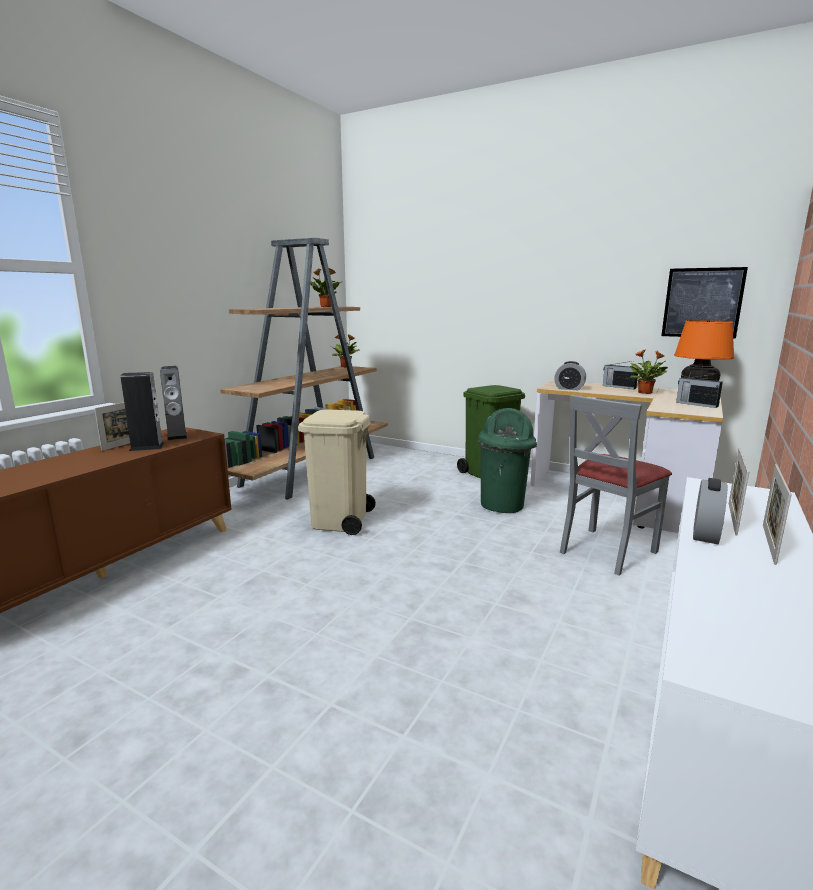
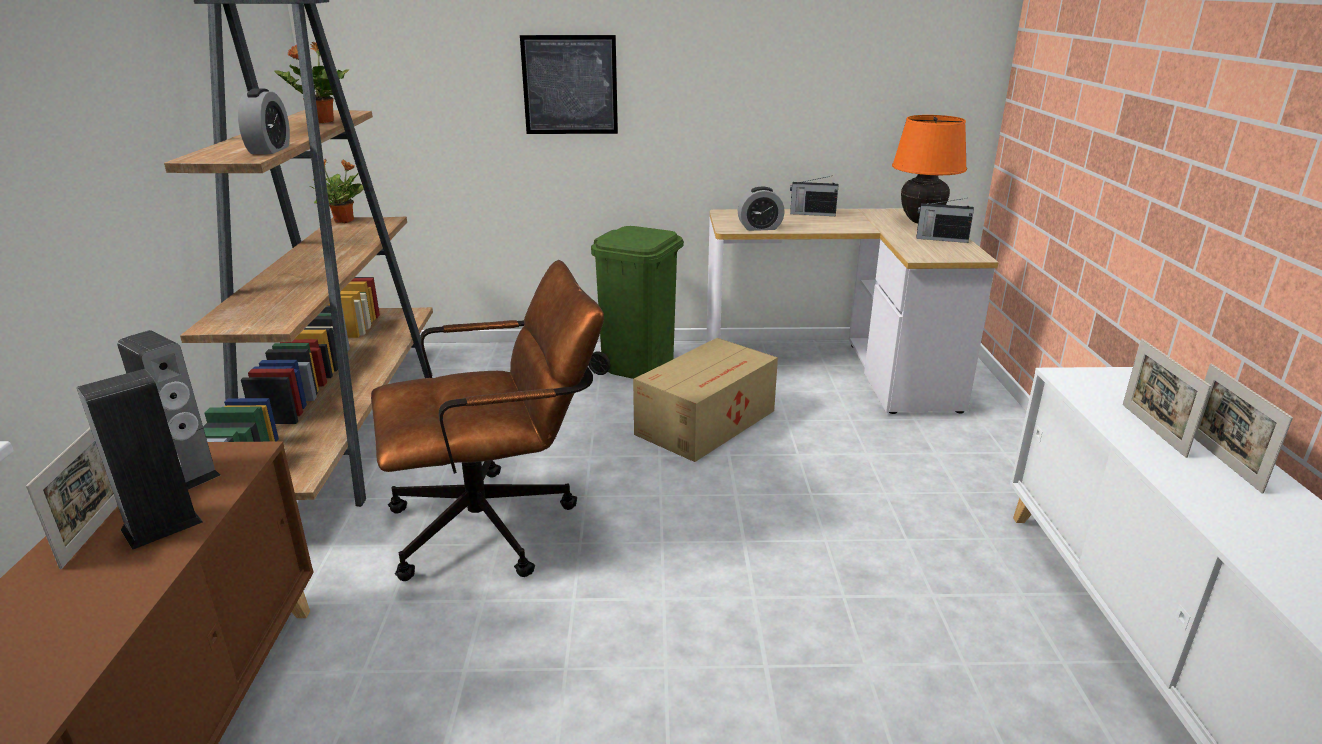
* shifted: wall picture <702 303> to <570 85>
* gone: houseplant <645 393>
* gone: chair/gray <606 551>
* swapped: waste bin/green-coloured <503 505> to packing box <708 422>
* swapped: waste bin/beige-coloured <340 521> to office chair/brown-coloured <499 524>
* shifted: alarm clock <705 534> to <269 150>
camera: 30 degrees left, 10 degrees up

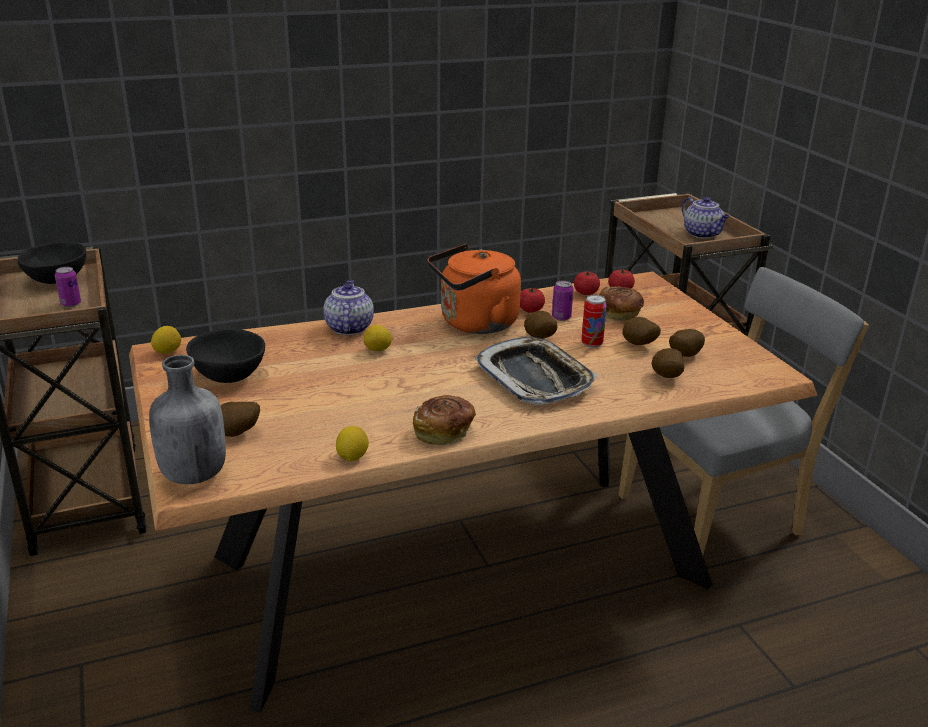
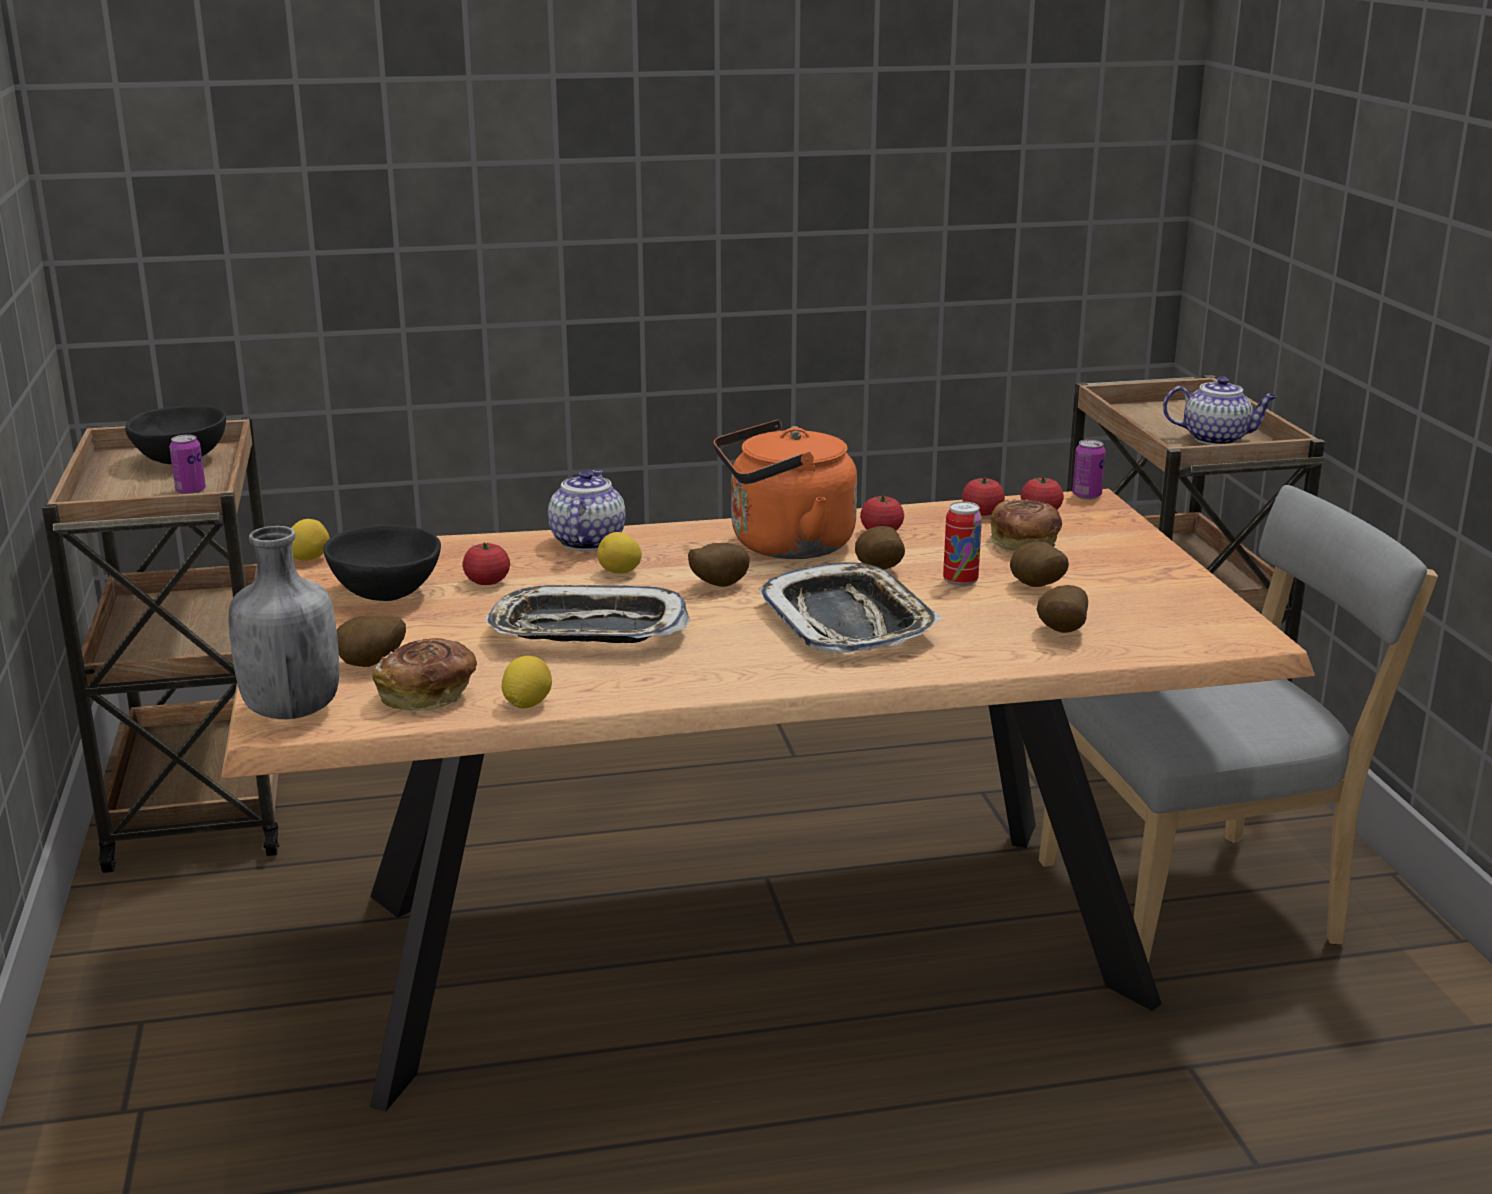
* rotated: tea pot <703 234> = <1217 439> 60 degrees counterclockwise
* shifted: can <561 317> to <1086 495>
* shifted: whole potato <683 356> to <717 585>
* shifted: baked bread <444 432> to <428 696>
* new: fresh tomato <487 582>
* new: carrying tray <587 630>
camera: 10 degrees right, 5 degrees down

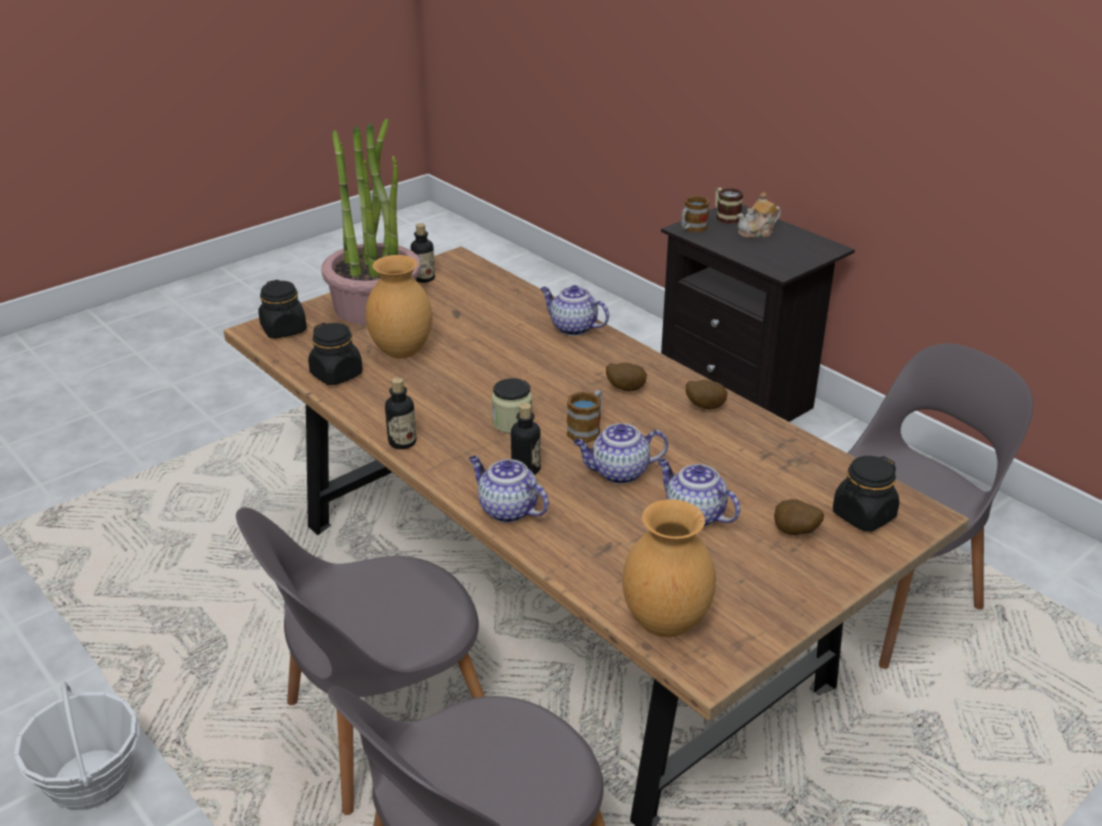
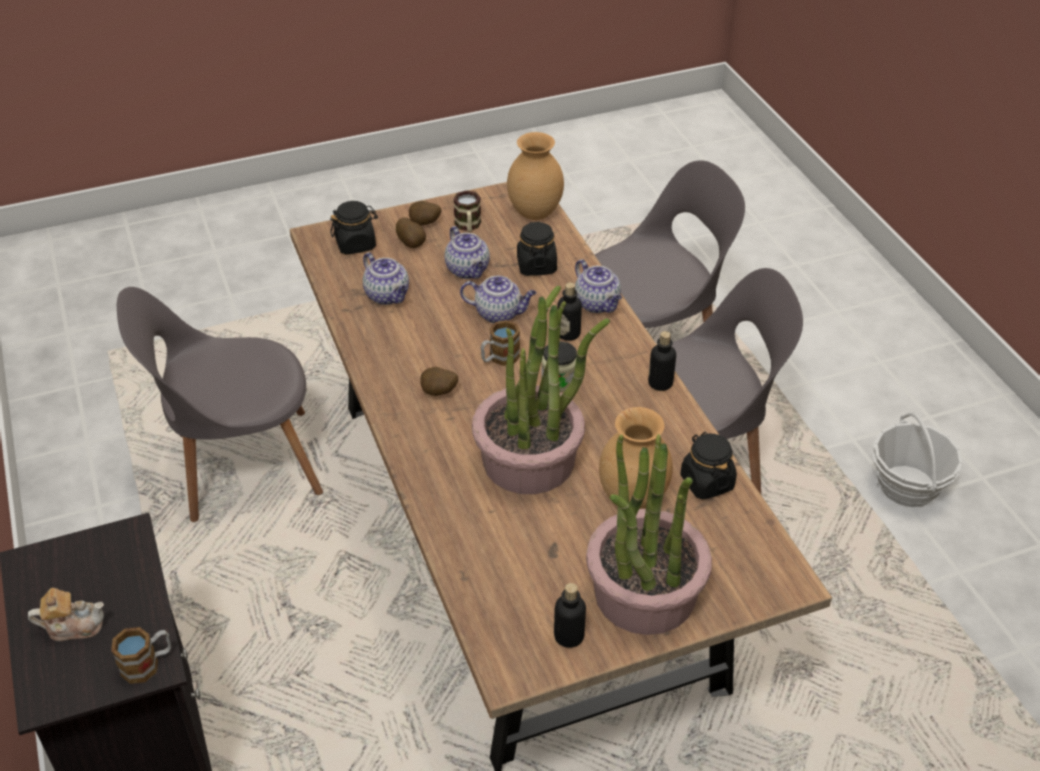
* shifted: tea mug <725 216> to <468 226>
* shifted: jar/black-coloured <284 329> to <536 265>
* shifted: tea pot <572 328> to <388 296>
* shifted: whole potato <704 406> to <424 224>
* new: houseplant <529 460>
camera: 160 degrees left, 10 degrees up

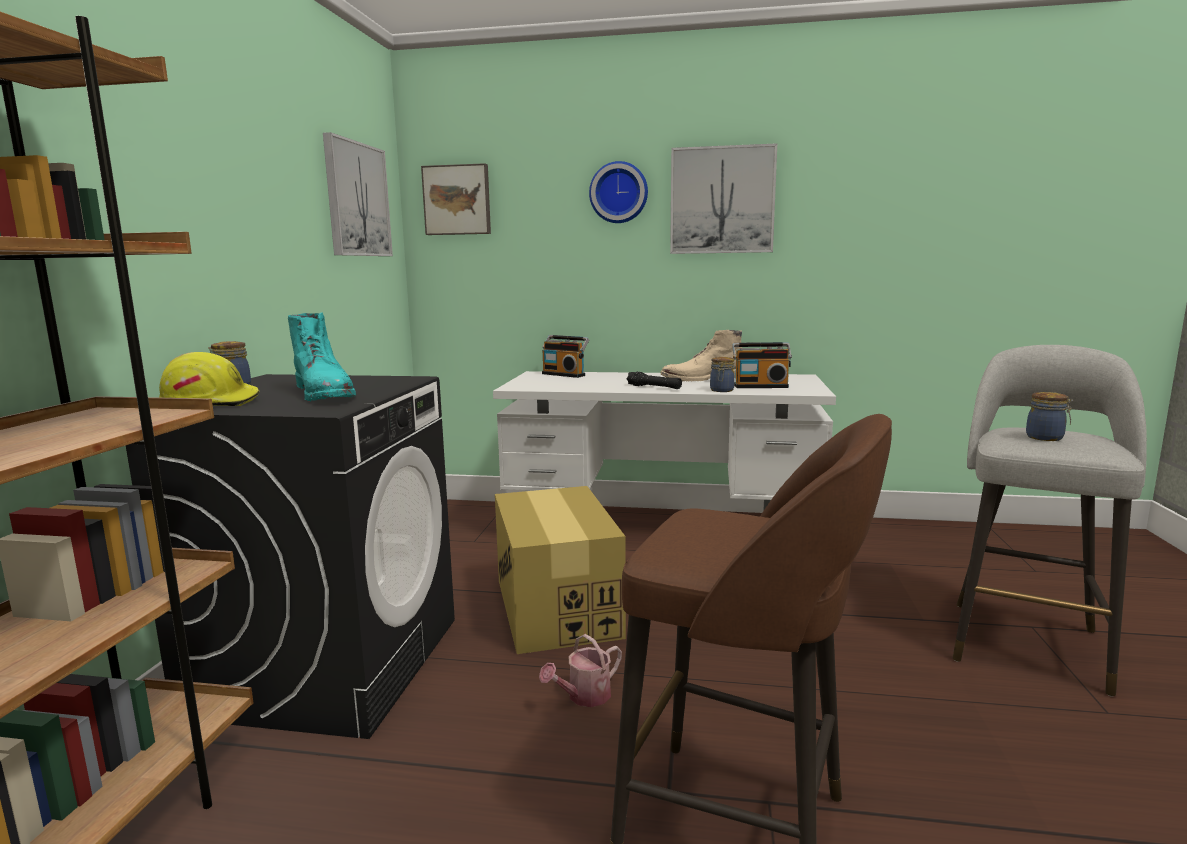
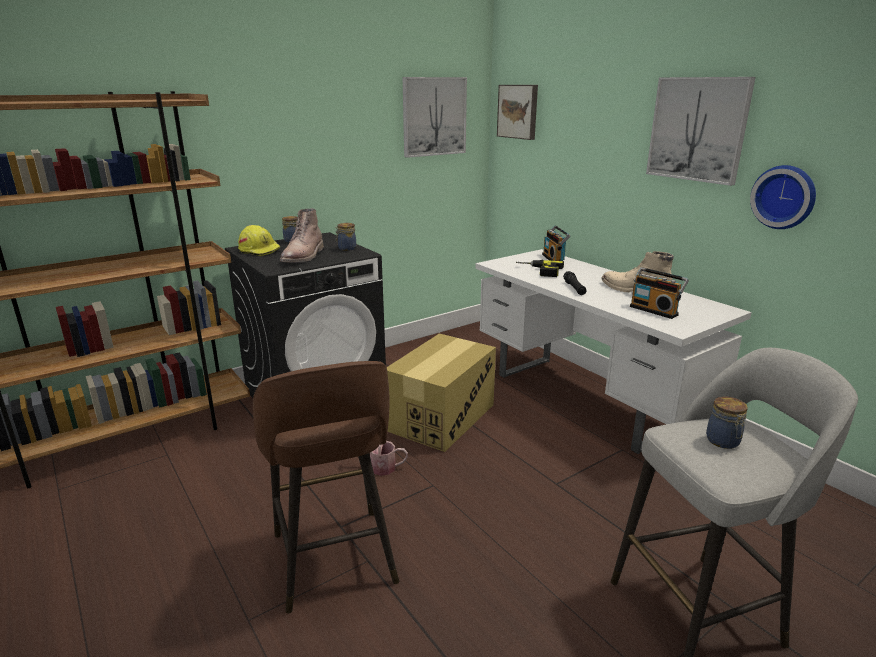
* shifted: wall clock <619 193> to <784 197>
* repainted: tall boot/turquoise <326 394> to tall boot/brown-coloured <304 256>
* shifted: jar <721 390> to <346 248>
* new: electric drill <538 271>
camera: 45 degrees right, 10 degrees up

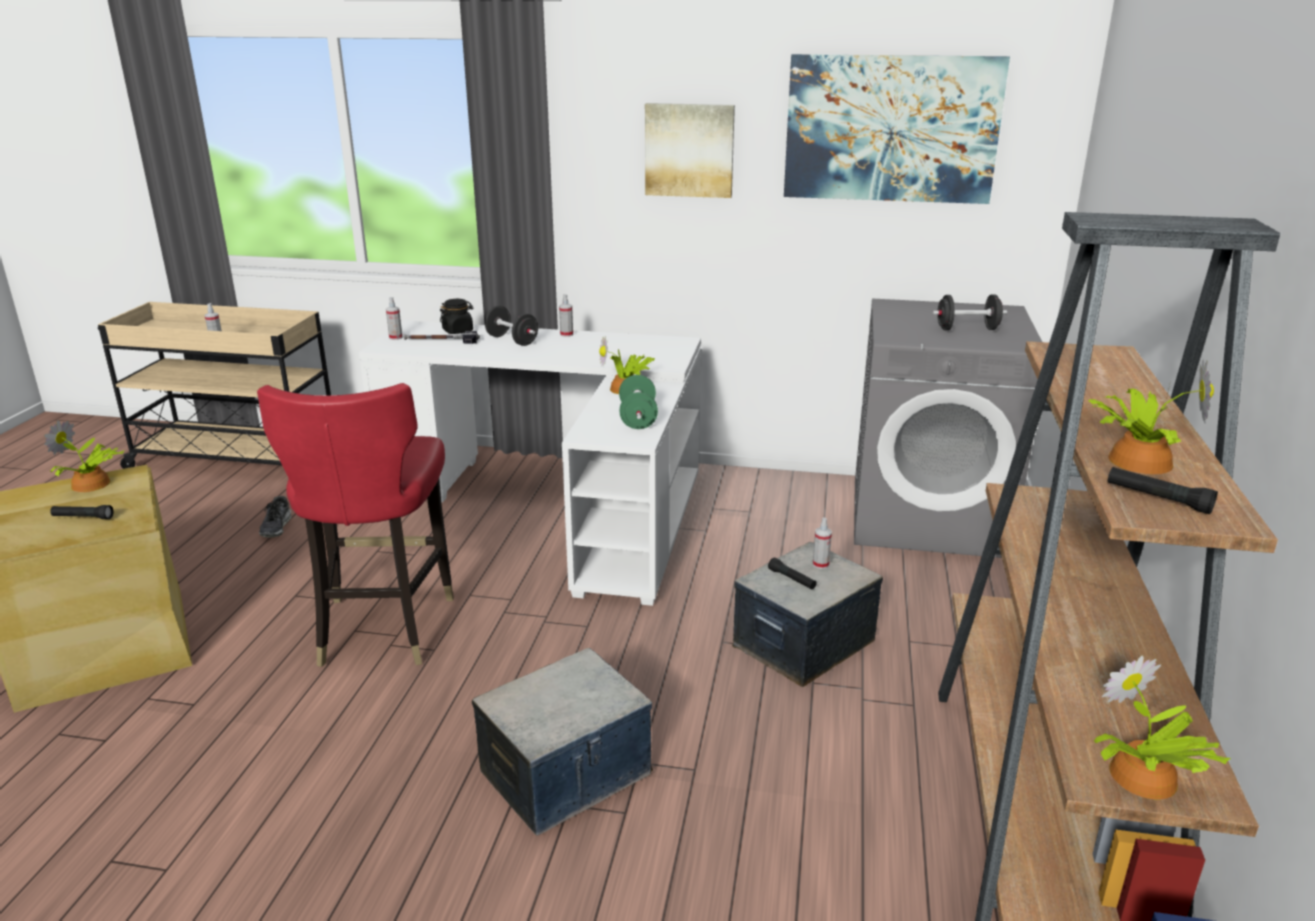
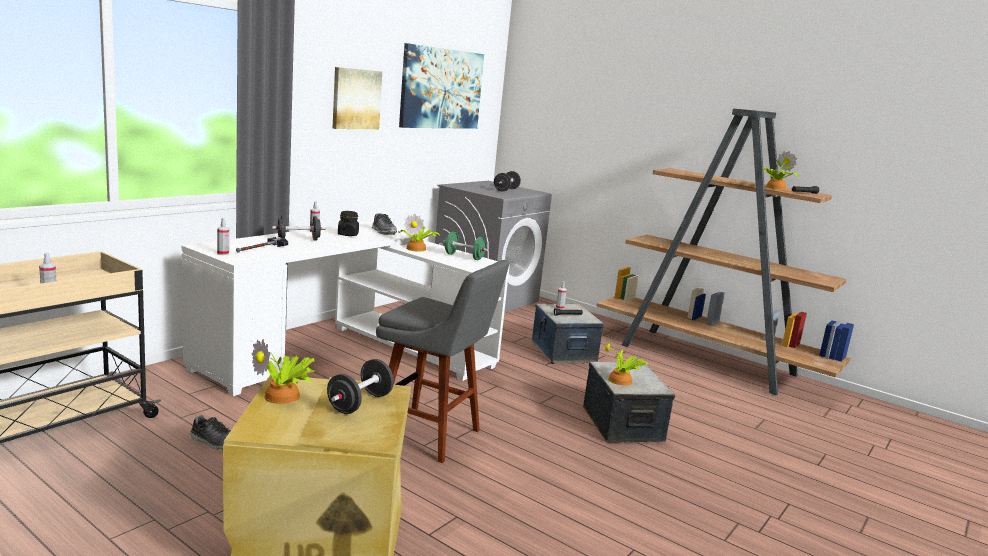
* shifted: jar/black-coloured <458 331> to <348 234>
* swapped: chair/red-coloured <382 628> to stool seat/gray <432 436>
* swapped: flashlight/black-coloured <83 517> to free weight/black-coloured <360 403>
* shifted: houseplant <1143 779> to <621 381>
* new: shoe <384 232>
camera: 65 degrees left, 10 degrees down

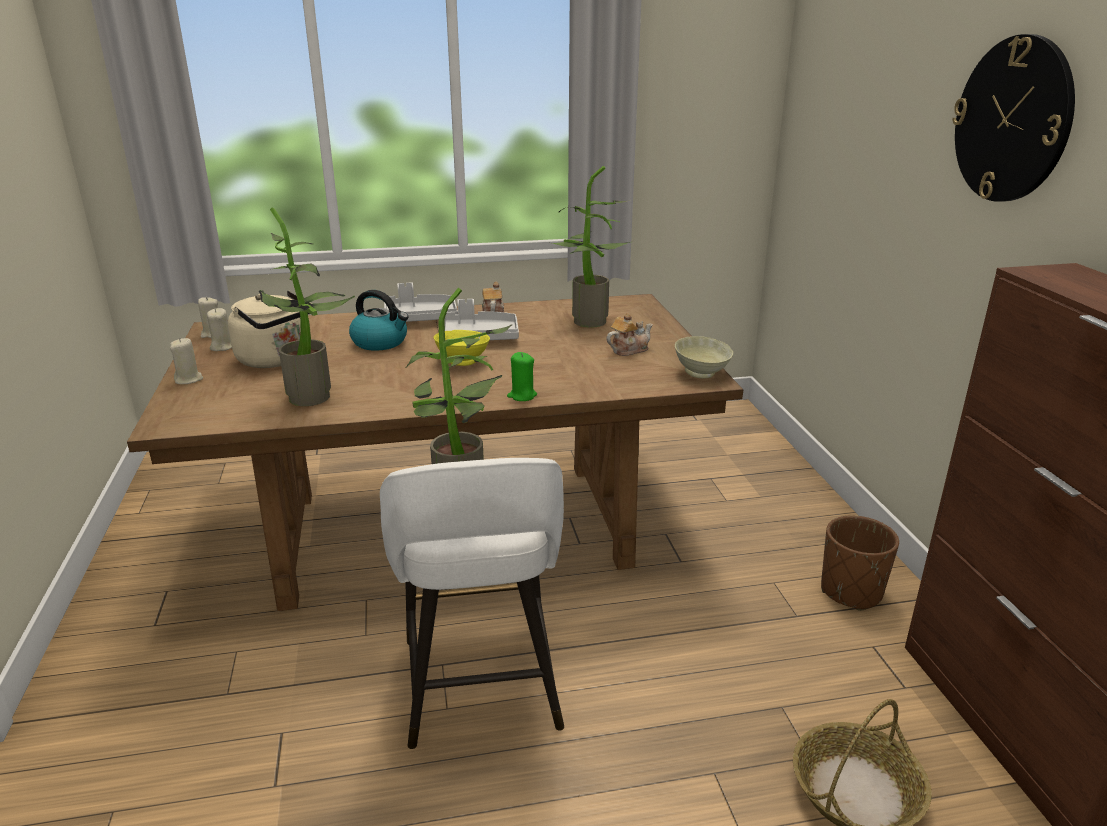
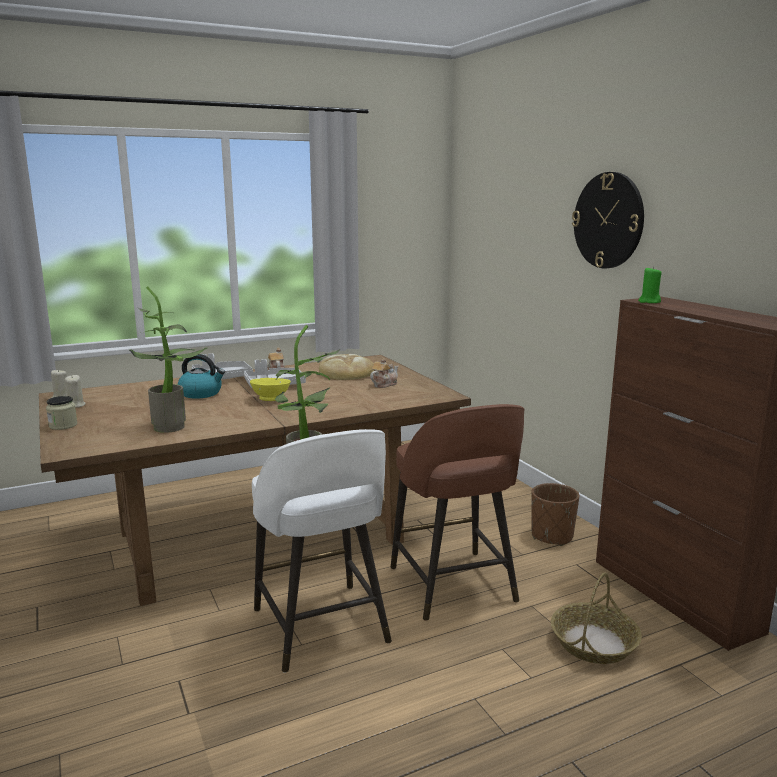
* swapped: houseplant <587 323> to baked bread <346 373>
* gone: water kettle/beige-coloured <276 360>
* gone: serving bowl/beige-coloured <701 374>
* swapped: wax light/beige-coloured <189 379> to jar <63 425>
* shifted: wax light/green-coloured <522 396> to <649 302>
* new: stool seat/brown-coloured <454 586>
camera: 15 degrees left, 10 degrees down

